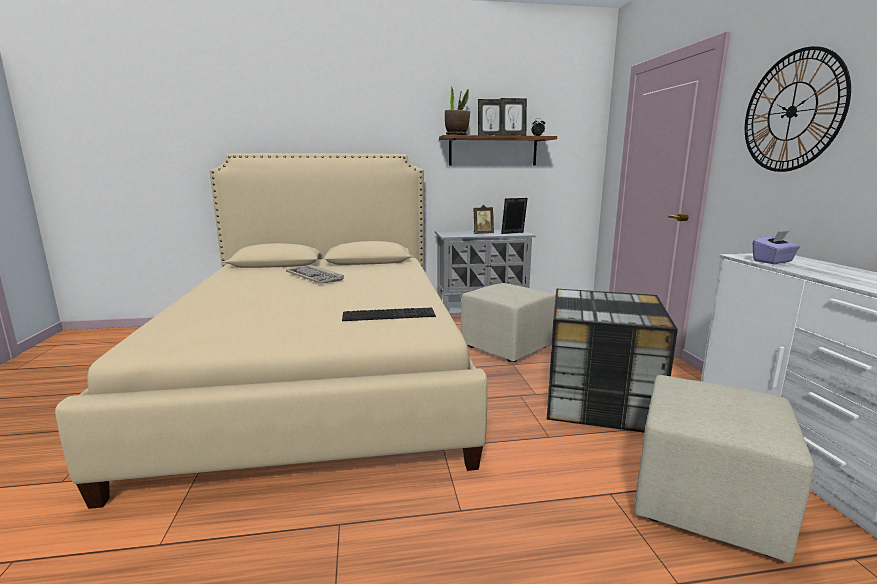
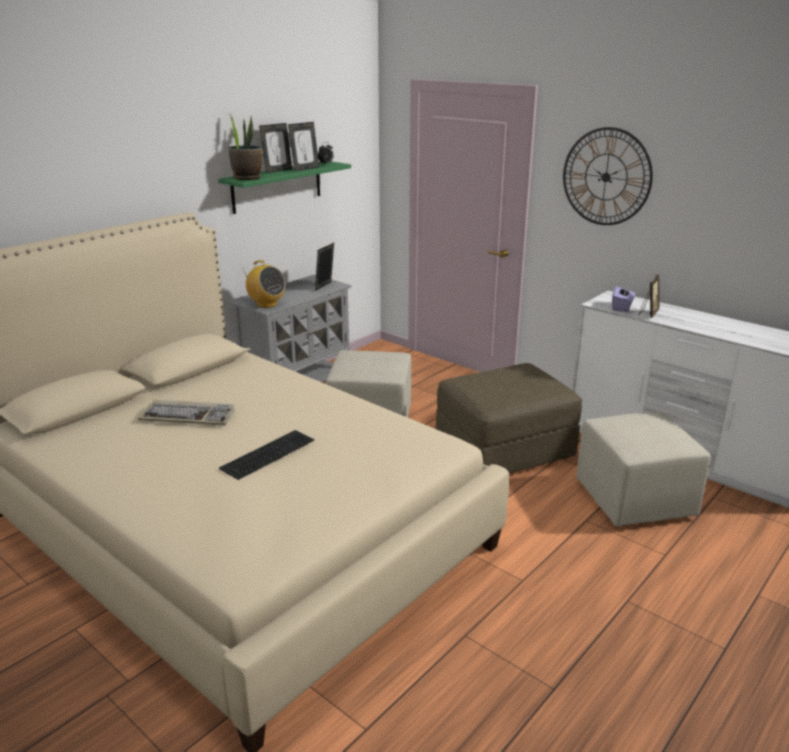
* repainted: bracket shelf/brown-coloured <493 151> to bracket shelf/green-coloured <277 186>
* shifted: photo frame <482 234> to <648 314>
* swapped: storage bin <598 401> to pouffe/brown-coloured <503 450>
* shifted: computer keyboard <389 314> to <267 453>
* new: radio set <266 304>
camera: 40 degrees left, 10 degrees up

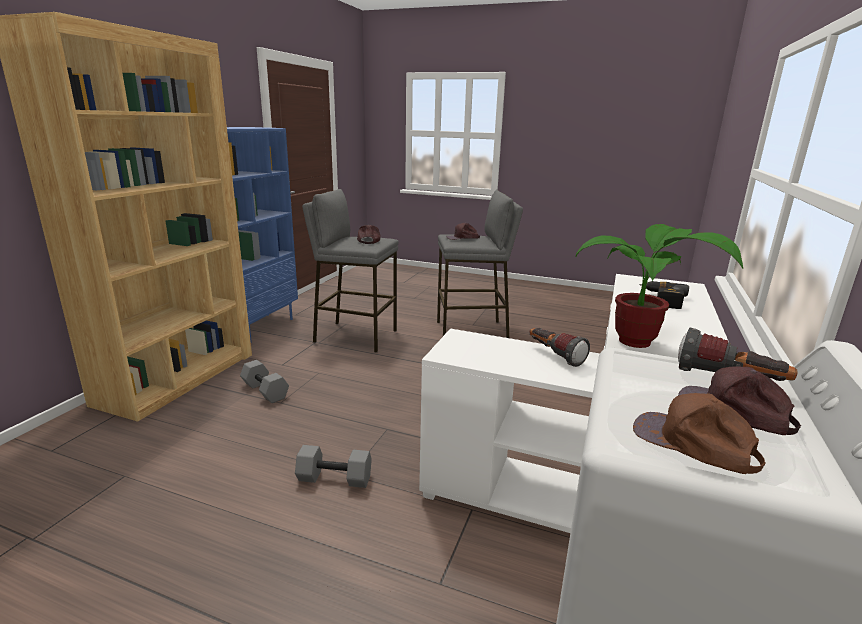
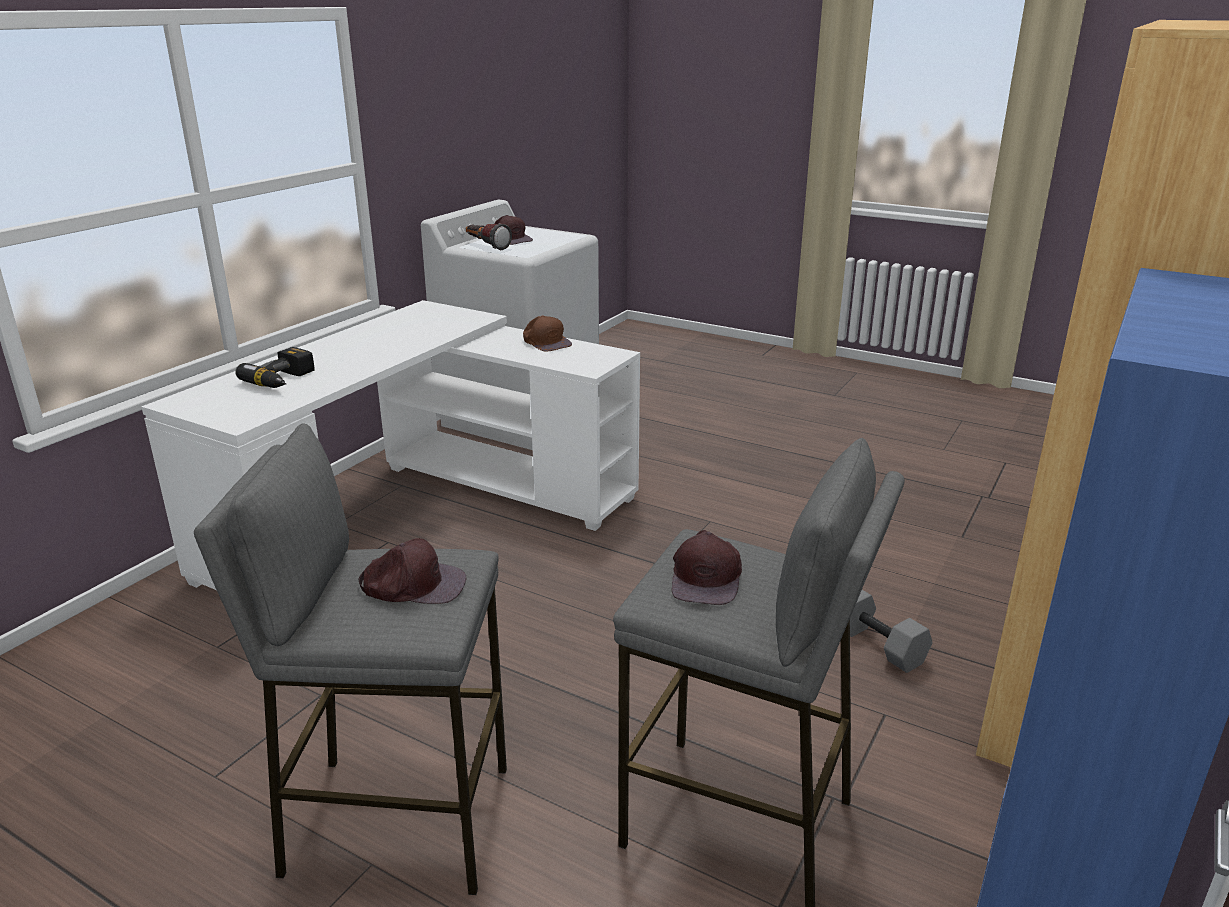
* gone: houseplant <641 343>
* gone: flashlight <554 355>
* shifted: peaked cap/brown-coloured <693 444> to <546 342>
* gone: free weight/gray <333 479>
camera: 170 degrees left, 5 degrees up

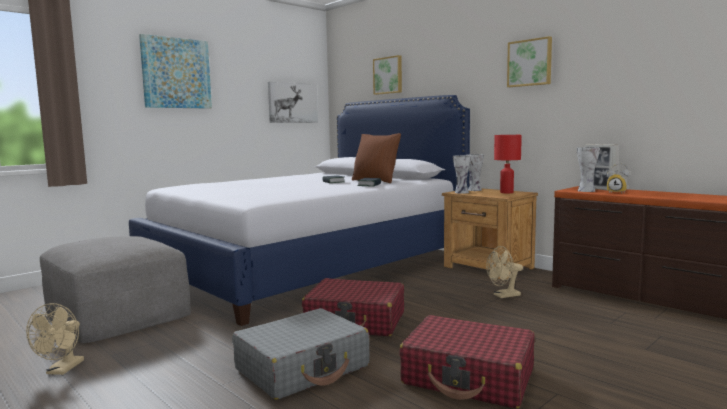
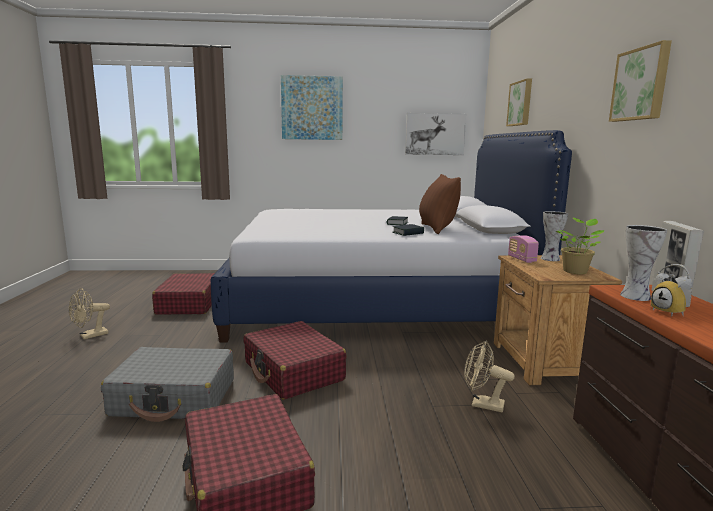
* swapped: table lamp/red-coloured <506 192> to houseplant <575 271>
* swapped: decorative vase <462 192> to radio set <521 259>
* swapped: pouffe/gray <117 312> to piece of luggage/red-coloured <189 304>
camera: 40 degrees right, 5 degrees up

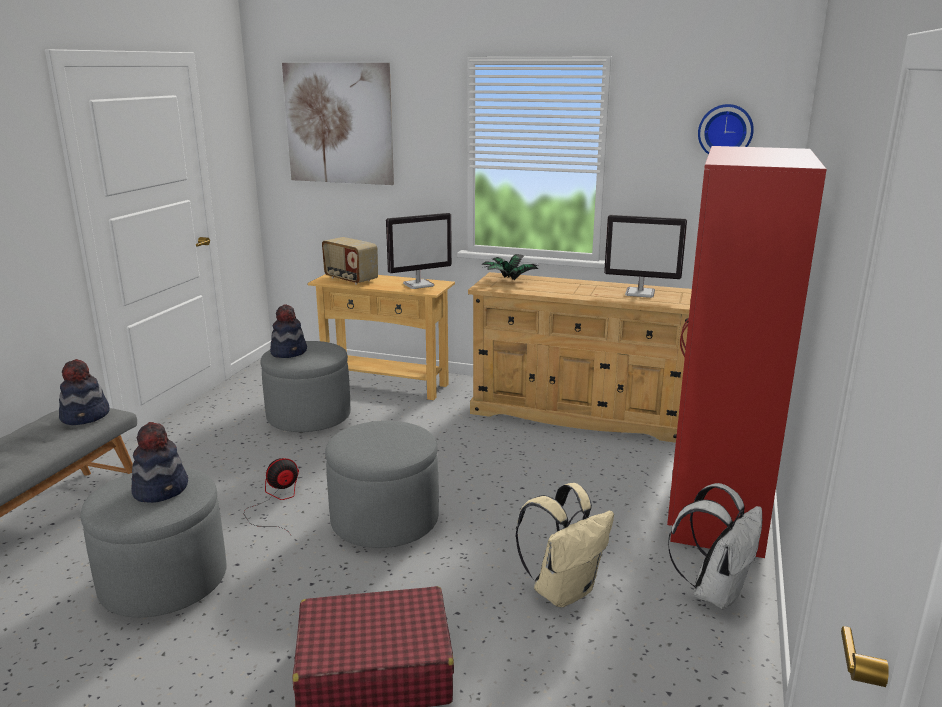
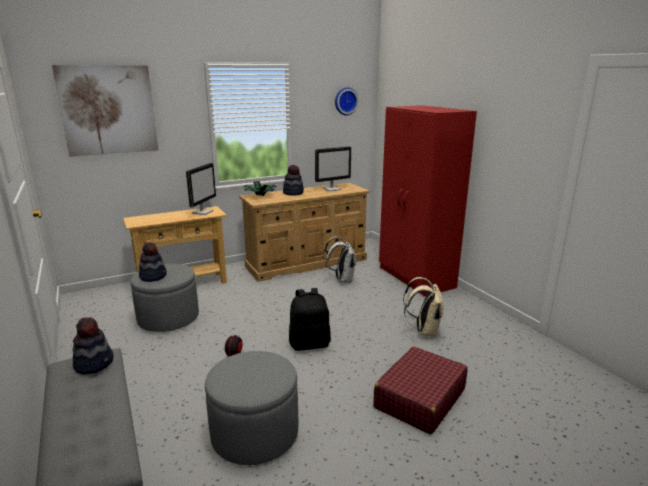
* gone: radio set <350 279>
* swapped: pouffe/gray <385 520> to backpack/black-coloured <310 344>
* shifted: clothing hat <161 489> to <293 193>
* shifted: backpack/white-coloured <715 592> to <342 280>
camera: 45 degrees left, 0 degrees up

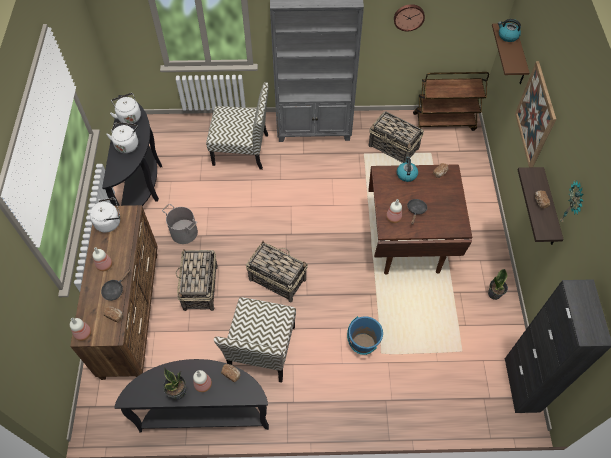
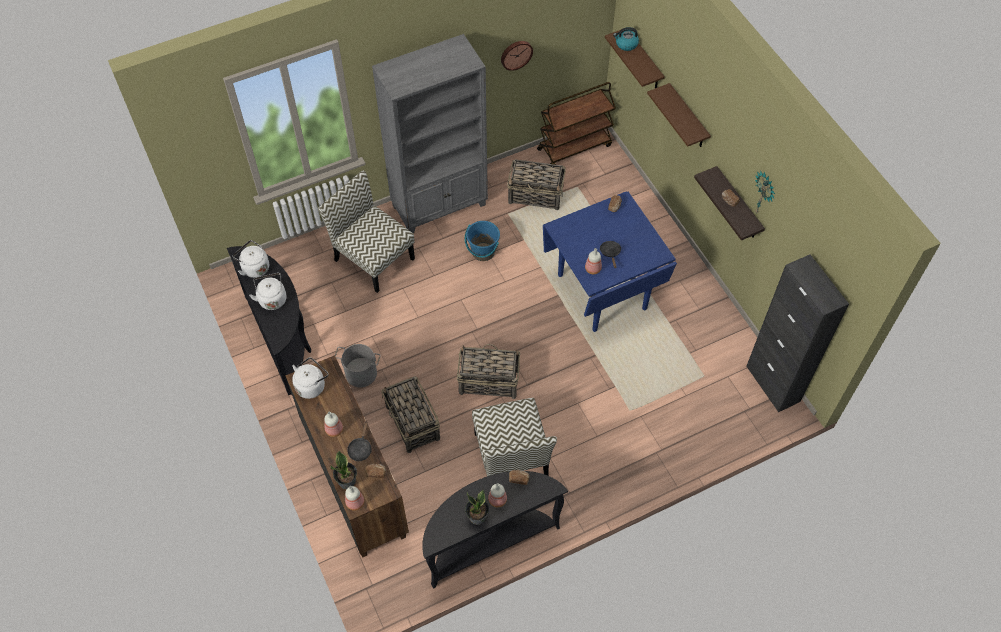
* swapped: wall picture <535 115> to bracket shelf/brown-coloured <688 118>
* rotated: chair <242 149> = <373 258> 120 degrees counterclockwise
* gone: water kettle <406 174>
* repainted: kitchen table/brown-coloured <409 243> to kitchen table/blue-coloured <602 291>
* shifted: houseplant <494 294> to <347 481>
* shifted: pail/blue-coloured <363 344> to <483 252>
camera: 25 degrees left, 0 degrees up

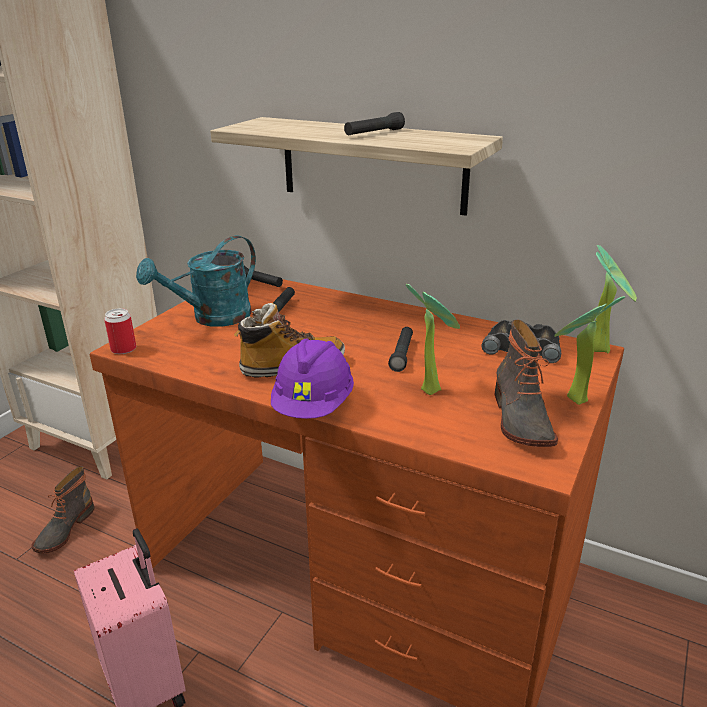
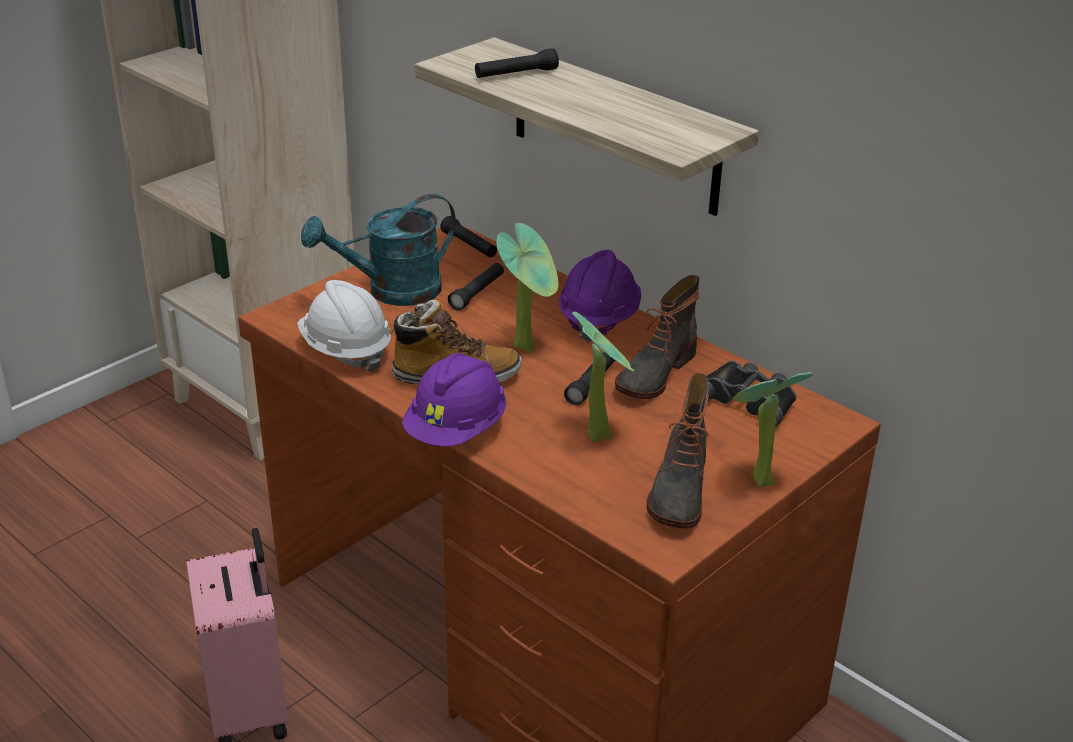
* shifted: flashlight/black-coloured <374 133> to <516 74>
* shifted: houseplant <602 349> to <528 346>
* gone: can <123 349>
* shifted: tall boot <64 529> to <654 373>
* new: hard hat/purple-coloured <599 318>
* new: hard hat/white-coloured <346 350>
camera: 15 degrees right, 5 degrees up

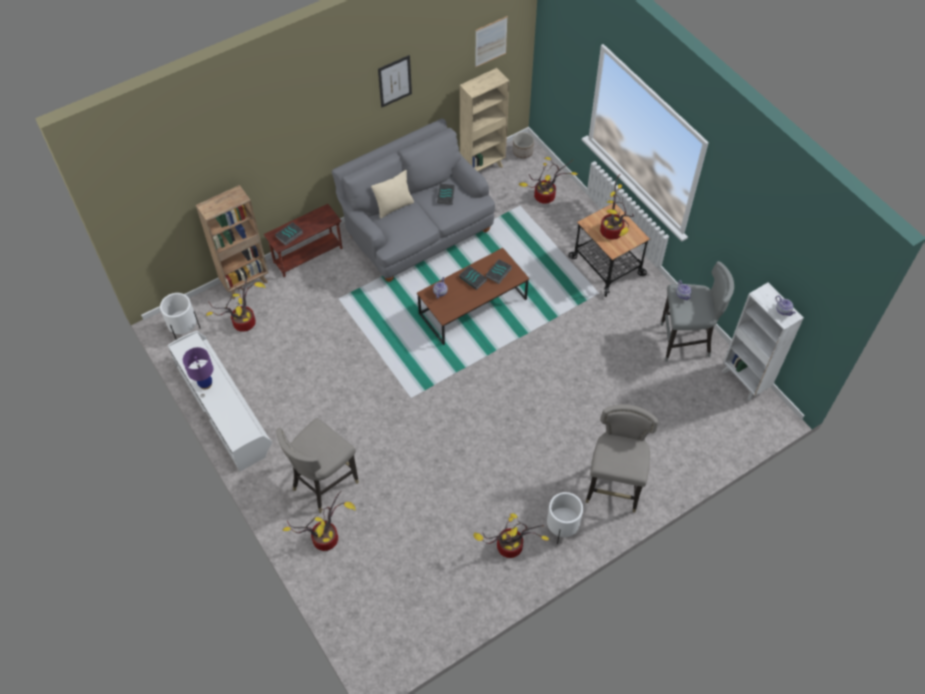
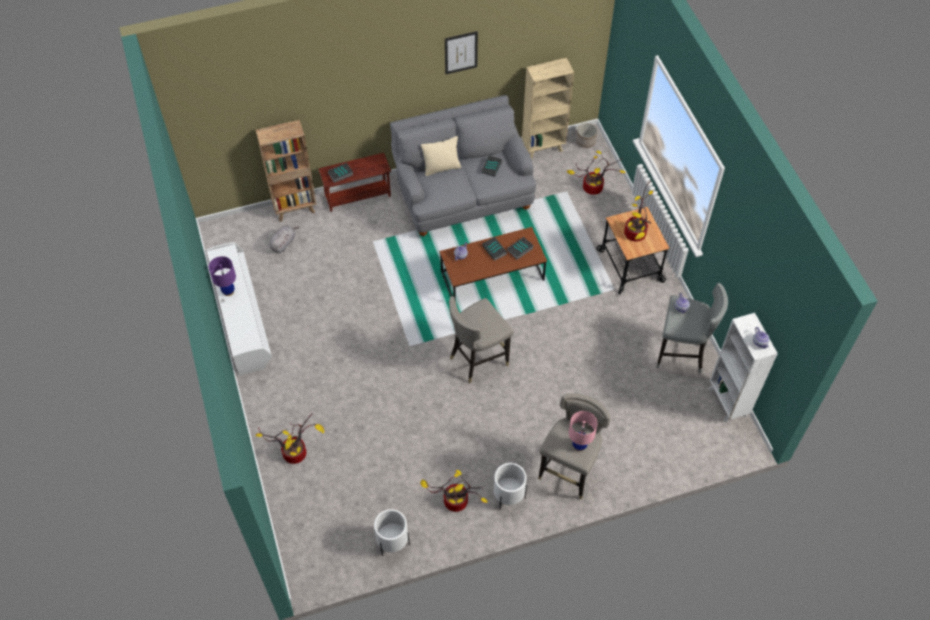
* gone: wall picture <490 41>
* swapped: houseplant <244 321> to plush toy/gray <284 243>
* shifted: flower pot/white-coloured <184 330> to <392 543>
* shifted: stool seat/gray <323 484> to <477 359>
* new: table lamp/pink <579 445>
camera: 15 degrees right, 0 degrees up

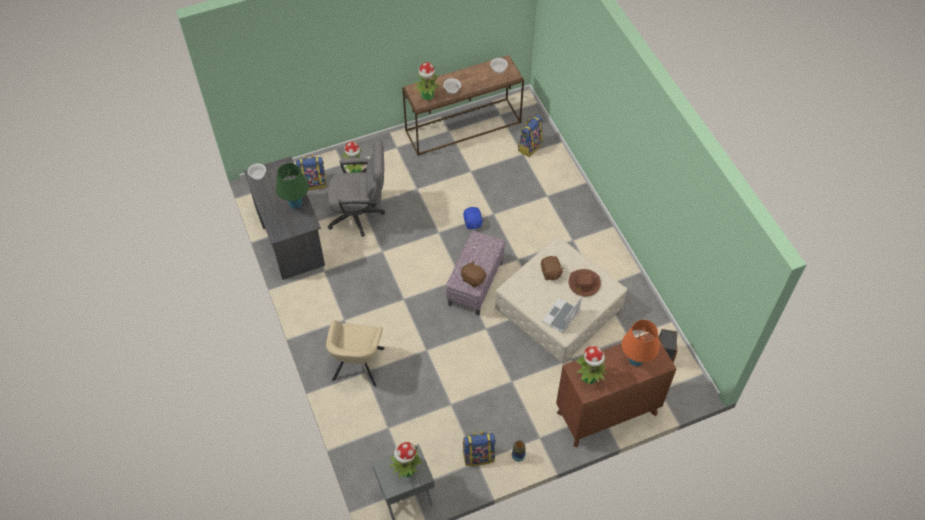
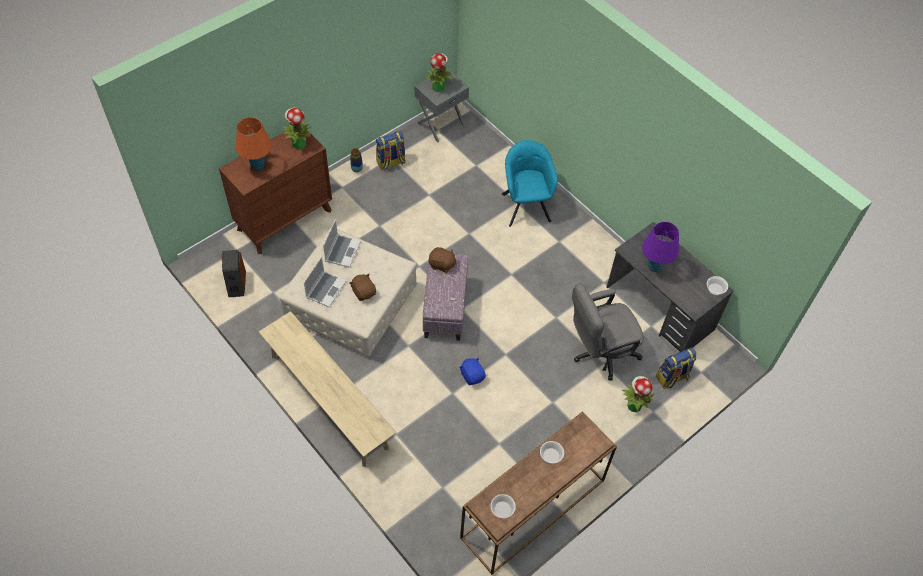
* gone: houseplant <427 96>
* gone: backpack <529 146>
* repainted: table lamp/green-coloured <296 204> to table lamp/purple-coloured <654 267>
* swapped: clothing hat/brown-coloured <584 284> to laptop <326 289>
* repainted: armchair/beige-coloured <358 366> to armchair/turquoise <525 205>
* new: long seat/beige-coloured <328 401>
camera: 160 degrees right, 0 degrees up

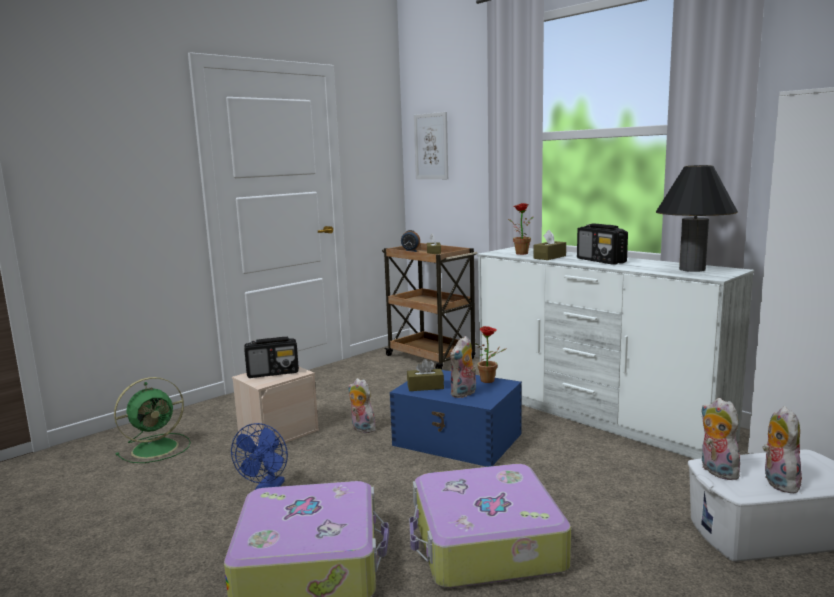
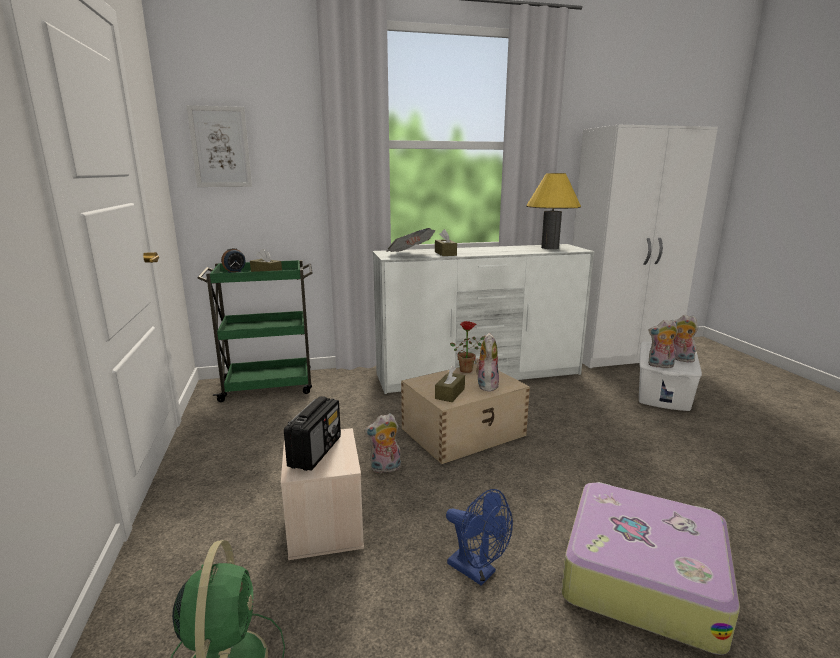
* repainted: table lamp/black-coloured <692 269> to table lamp/yellow <550 248>
* swapped: houseplant <519 253> to daily paper <410 254>
* gone: radio set <601 261>
* repainted: trolley/brown-coloured <431 358> to trolley/green-coloured <269 386>
* rotated: plush toy <464 394> = <486 385> 150 degrees counterclockwise
* repainted: storage bin/blue-coloured <458 440> to storage bin/beige-coloured <464 432>
* gone: piece of luggage <485 543>
camera: 60 degrees left, 5 degrees up

